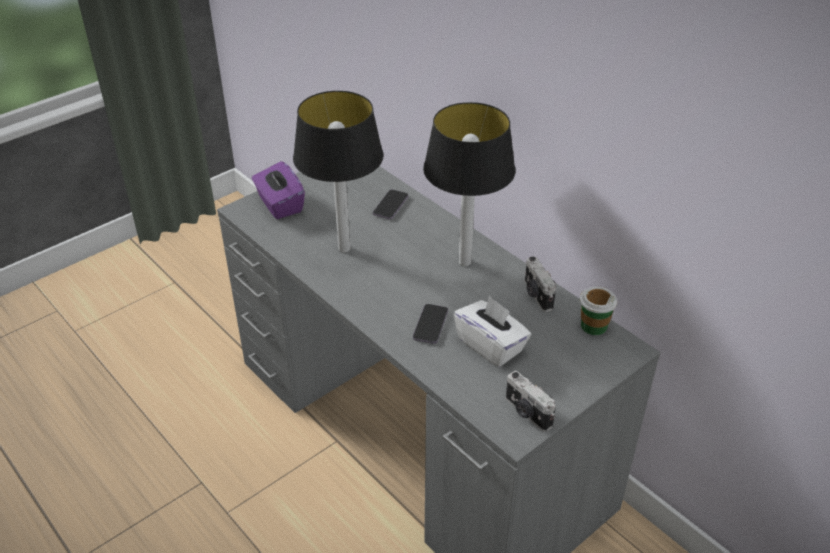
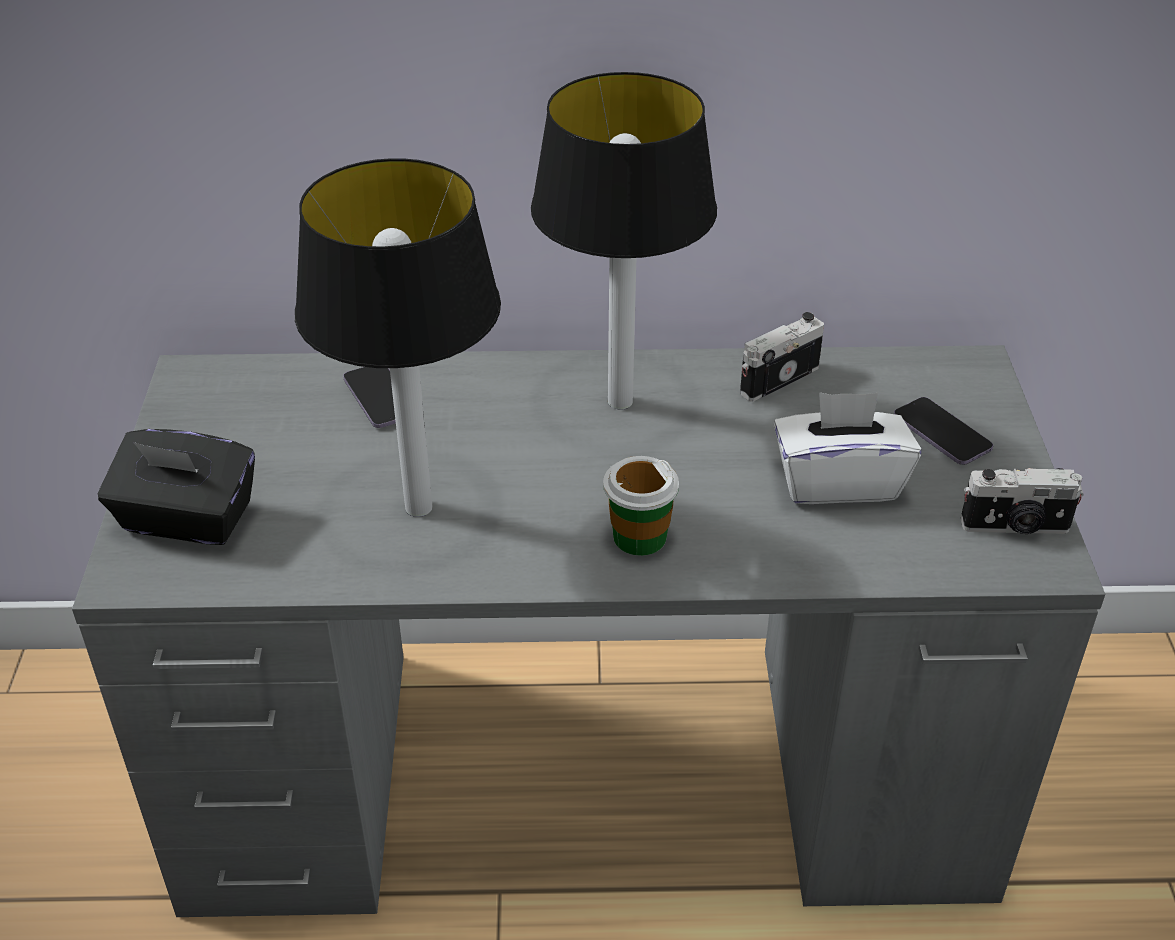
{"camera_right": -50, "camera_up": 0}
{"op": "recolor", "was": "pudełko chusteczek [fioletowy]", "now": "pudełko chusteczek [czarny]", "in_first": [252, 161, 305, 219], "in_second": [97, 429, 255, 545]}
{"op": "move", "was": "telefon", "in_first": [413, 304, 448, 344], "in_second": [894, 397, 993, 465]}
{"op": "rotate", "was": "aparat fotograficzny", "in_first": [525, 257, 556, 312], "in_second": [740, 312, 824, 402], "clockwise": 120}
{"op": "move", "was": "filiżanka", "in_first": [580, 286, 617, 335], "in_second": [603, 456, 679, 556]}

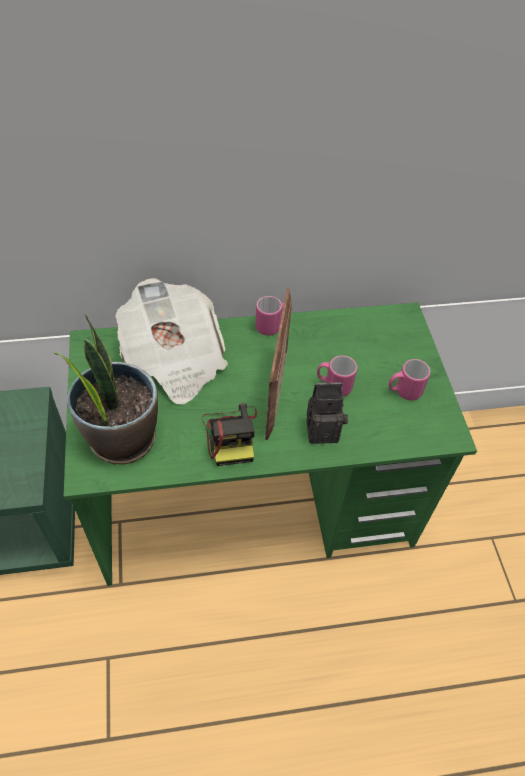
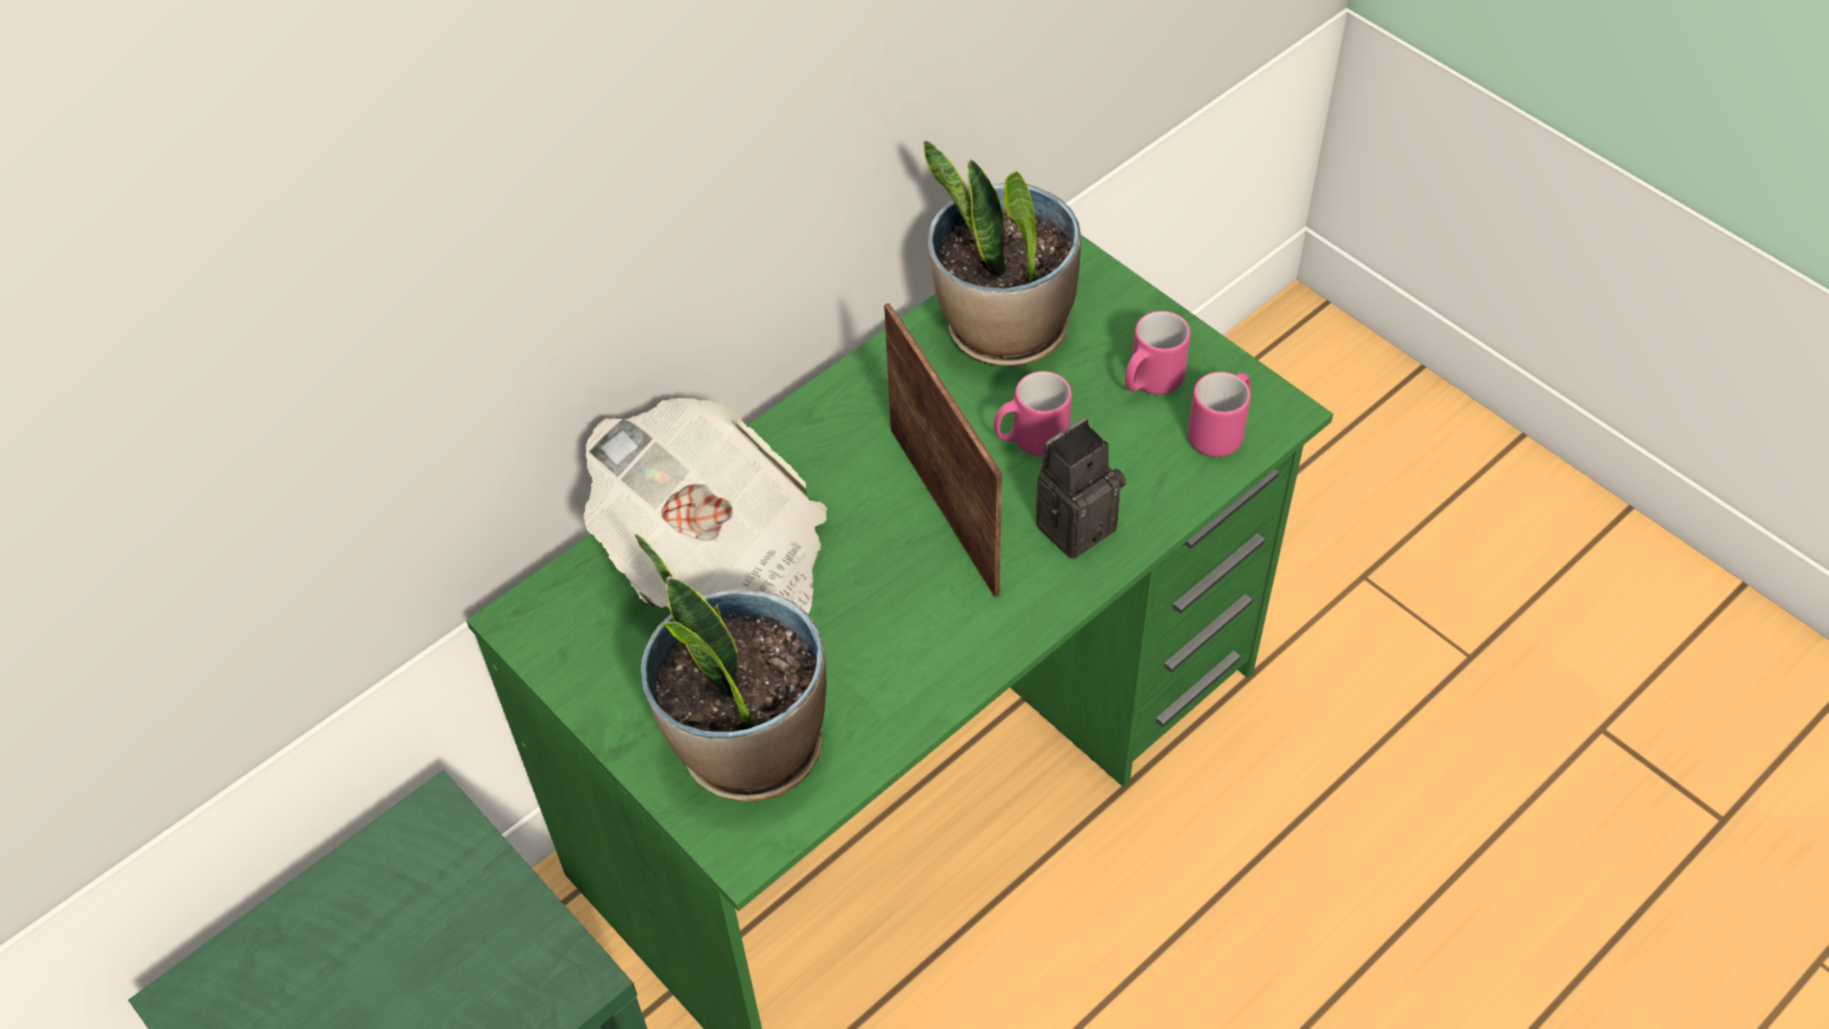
{"camera_right": -30, "camera_up": 0}
{"op": "delete", "was": "aparat fotograficzny", "in_first": [202, 403, 257, 466]}
{"op": "move", "was": "kubek [różowy]", "in_first": [255, 296, 284, 336], "in_second": [1188, 372, 1251, 457]}
{"op": "insert", "now": "roślina doniczkowa", "in_second": [923, 140, 1081, 367]}

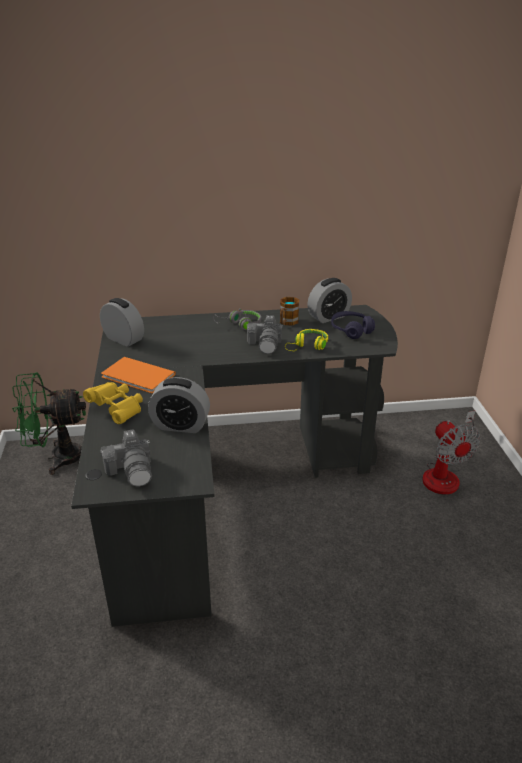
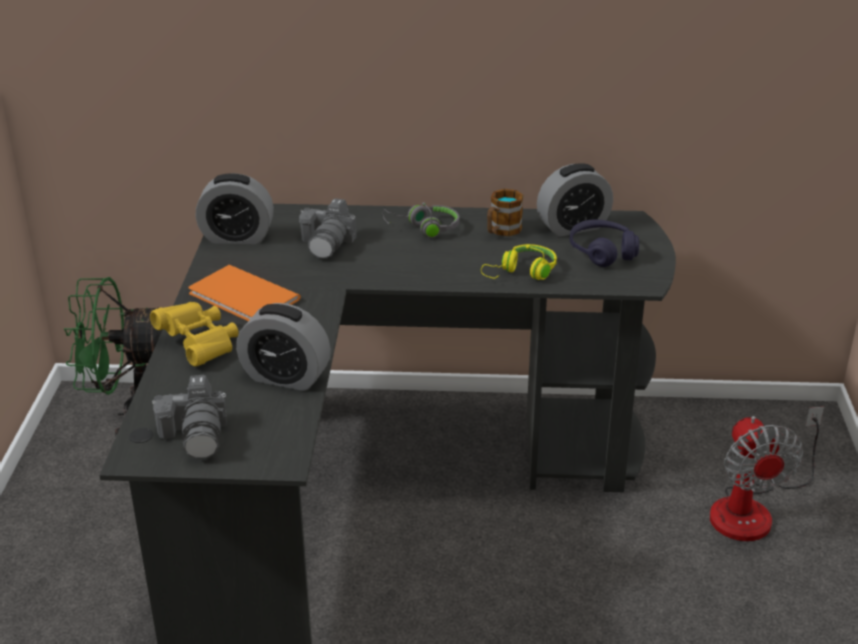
{"camera_right": 10, "camera_up": 0}
{"op": "rotate", "was": "budzik", "in_first": [100, 298, 144, 347], "in_second": [196, 173, 274, 244], "clockwise": 135}
{"op": "move", "was": "aparat fotograficzny", "in_first": [247, 315, 283, 354], "in_second": [299, 198, 357, 258]}

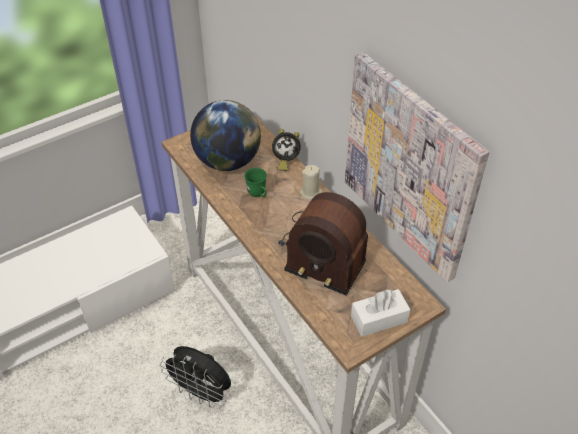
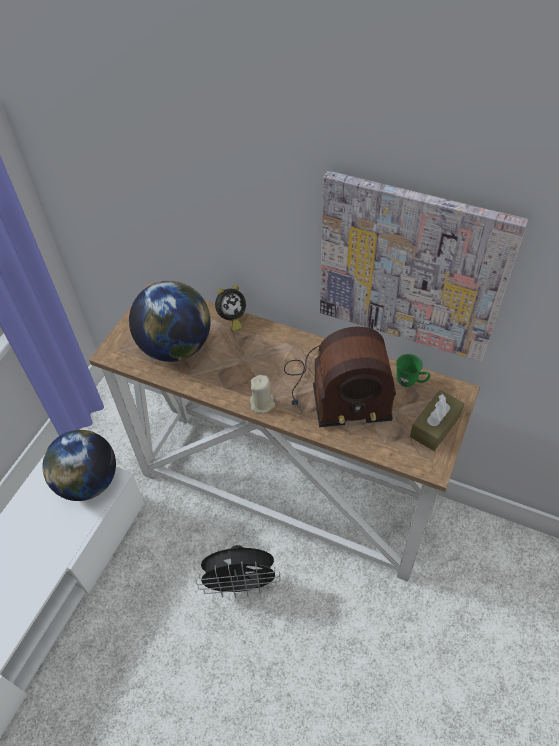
{"camera_right": -30, "camera_up": 5}
{"op": "move", "was": "kubek [zielony]", "in_first": [244, 167, 267, 197], "in_second": [396, 354, 431, 387]}
{"op": "move", "was": "świeca [beżowy]", "in_first": [300, 165, 322, 200], "in_second": [250, 375, 275, 413]}
{"op": "recolor", "was": "pudełko chusteczek [biały]", "now": "pudełko chusteczek [brązowy]", "in_first": [351, 289, 411, 337], "in_second": [410, 390, 464, 451]}
{"op": "insert", "now": "globus", "in_second": [42, 430, 116, 501]}

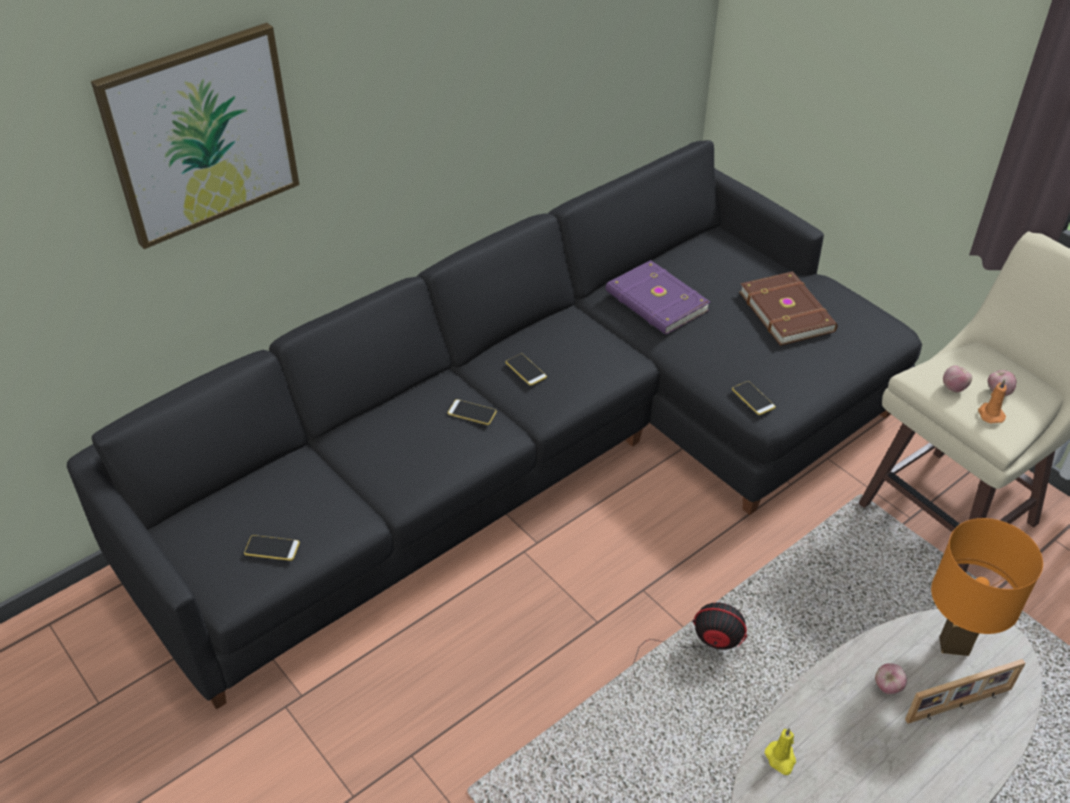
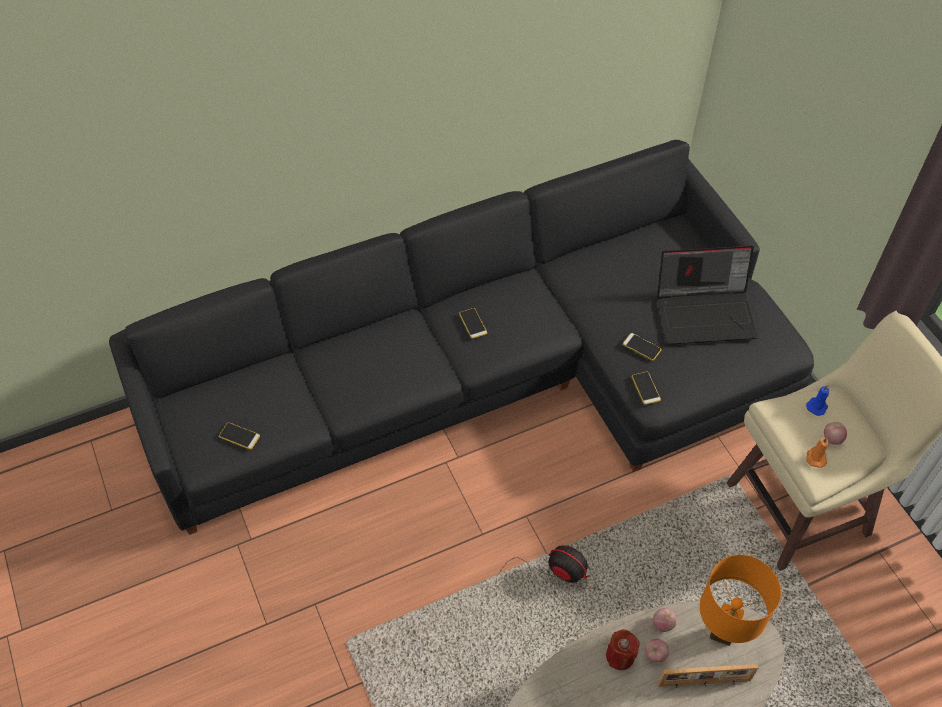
{"camera_right": 15, "camera_up": 10}
{"op": "delete", "was": "obraz", "in_first": [91, 23, 300, 249]}
{"op": "move", "was": "telefon", "in_first": [448, 399, 497, 425], "in_second": [623, 333, 661, 361]}
{"op": "delete", "was": "książka [fioletowy]", "in_first": [606, 260, 710, 335]}
{"op": "replace", "was": "książka [brązowy]", "now": "laptop", "in_first": [739, 271, 838, 346], "in_second": [657, 245, 758, 345]}
{"op": "delete", "was": "świeca [żółty]", "in_first": [765, 728, 796, 775]}
{"op": "move", "was": "jabłko", "in_first": [943, 365, 972, 392], "in_second": [653, 608, 677, 632]}
{"op": "insert", "now": "świeca [czerwony]", "in_second": [606, 629, 640, 670]}
{"op": "insert", "now": "świeca [niebieski]", "in_second": [806, 385, 829, 416]}

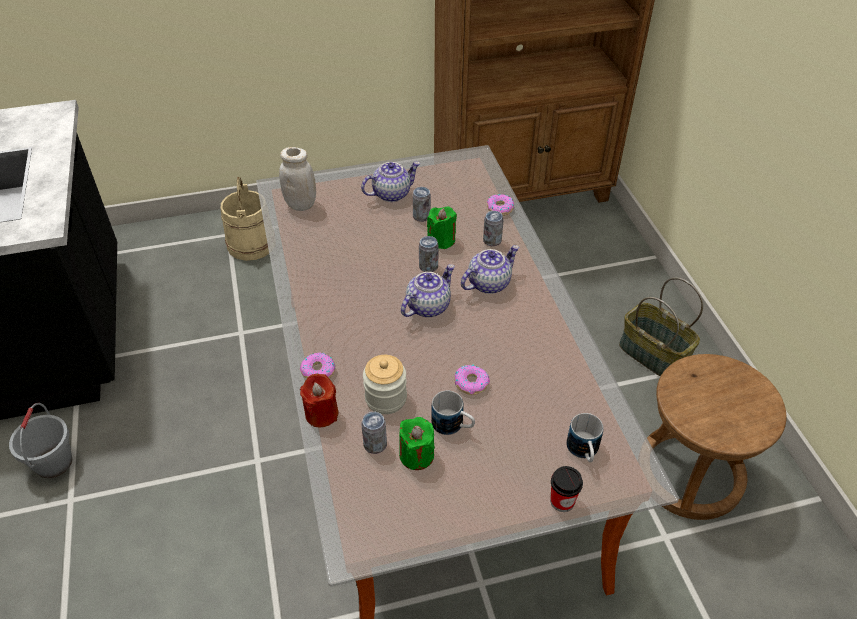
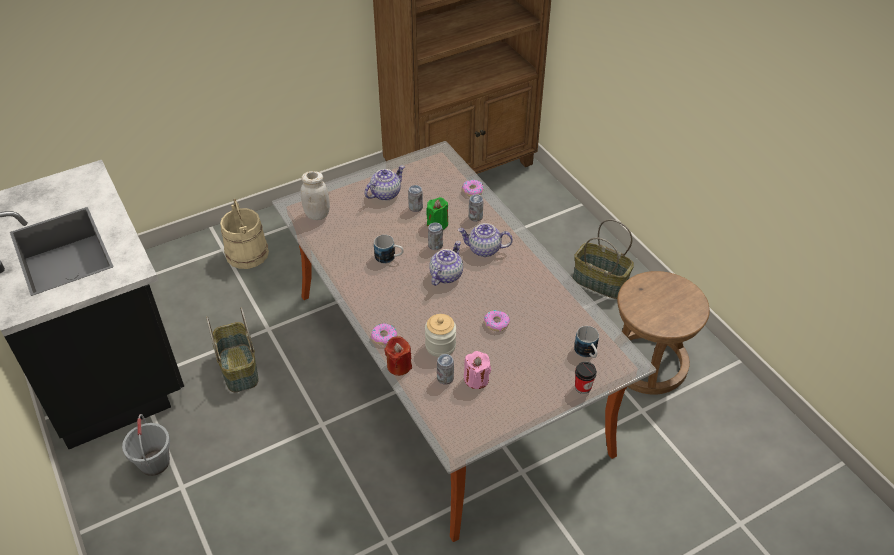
{"camera_right": -15, "camera_up": 0}
{"op": "recolor", "was": "świeca [zielony]", "now": "świeca [różowy]", "in_first": [399, 417, 435, 470], "in_second": [464, 351, 491, 389]}
{"op": "move", "was": "kubek", "in_first": [431, 391, 475, 435], "in_second": [374, 235, 403, 264]}
{"op": "rotate", "was": "imbryk", "in_first": [461, 245, 519, 294], "in_second": [458, 223, 513, 257], "clockwise": -120}
{"op": "insert", "now": "koszyk", "in_second": [206, 307, 259, 393]}

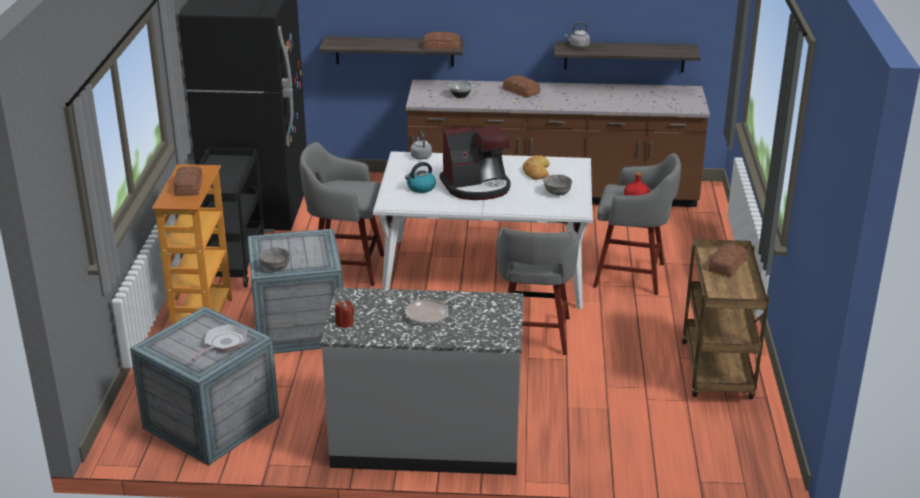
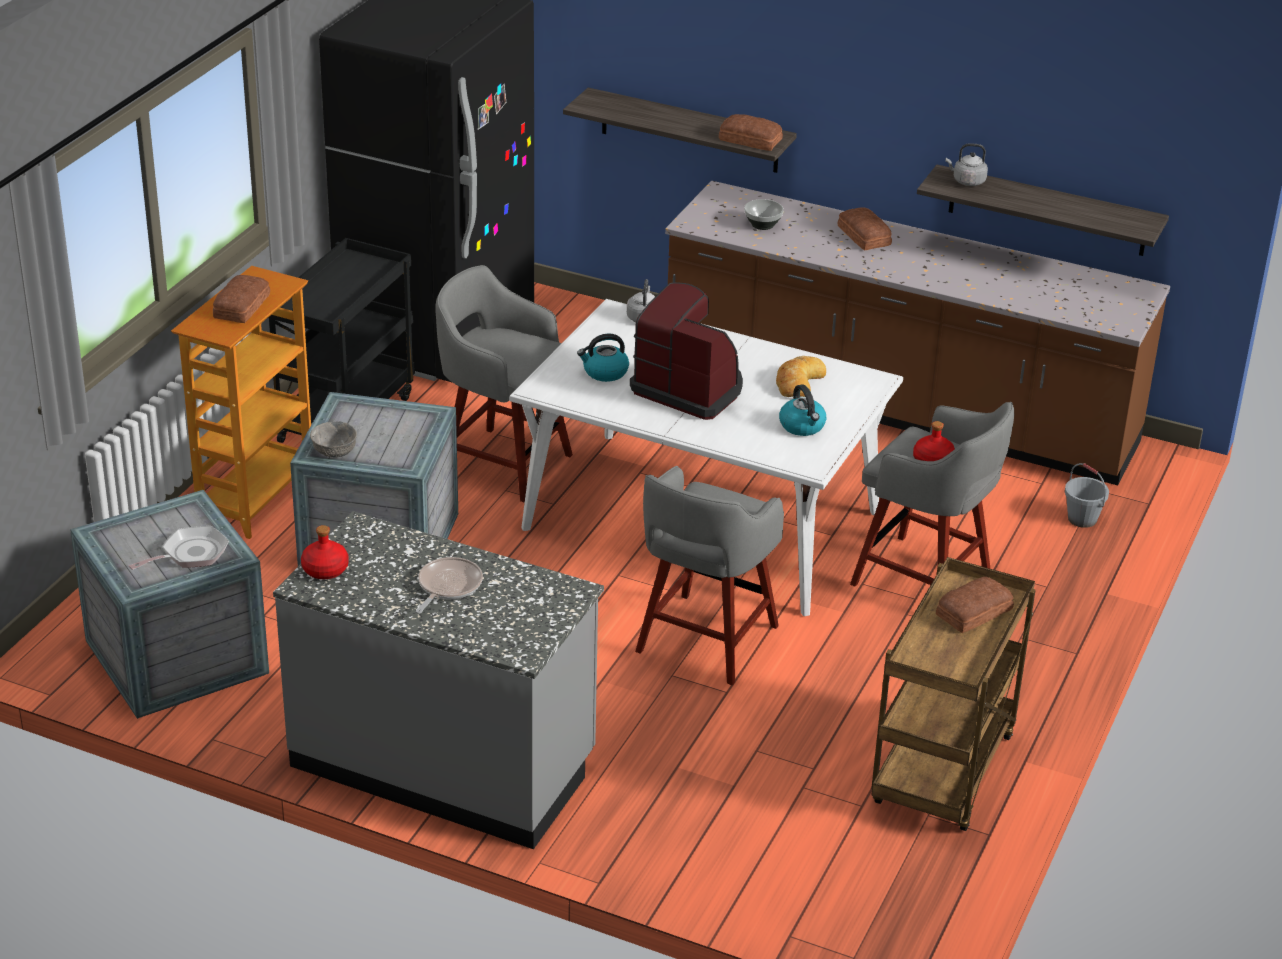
{"camera_right": 20, "camera_up": 5}
{"op": "replace", "was": "świeca [czerwony]", "now": "butelka [czerwony]", "in_first": [335, 301, 354, 328], "in_second": [301, 525, 349, 579]}
{"op": "rotate", "was": "patelnia", "in_first": [405, 294, 462, 325], "in_second": [416, 557, 483, 613], "clockwise": 135}
{"op": "rotate", "was": "ekspres do kawy", "in_first": [439, 125, 510, 200], "in_second": [630, 282, 743, 420], "clockwise": -150}
{"op": "replace", "was": "miska [szary]", "now": "czajnik", "in_first": [543, 175, 572, 195], "in_second": [779, 384, 826, 436]}
{"op": "insert", "now": "wiadro [szary]", "in_second": [1065, 463, 1109, 528]}

